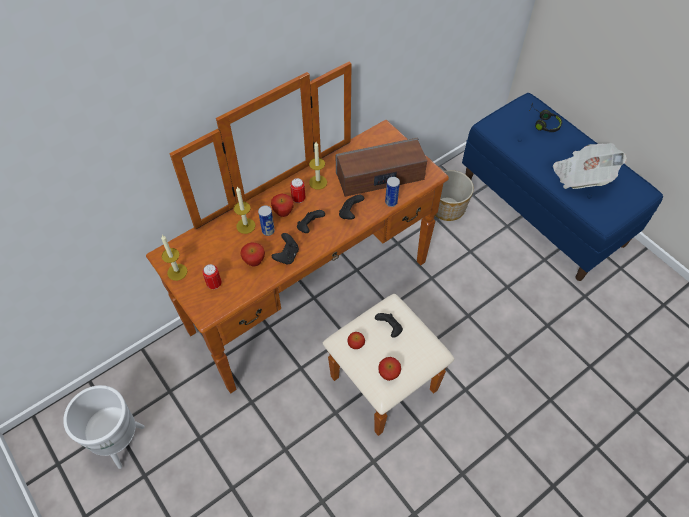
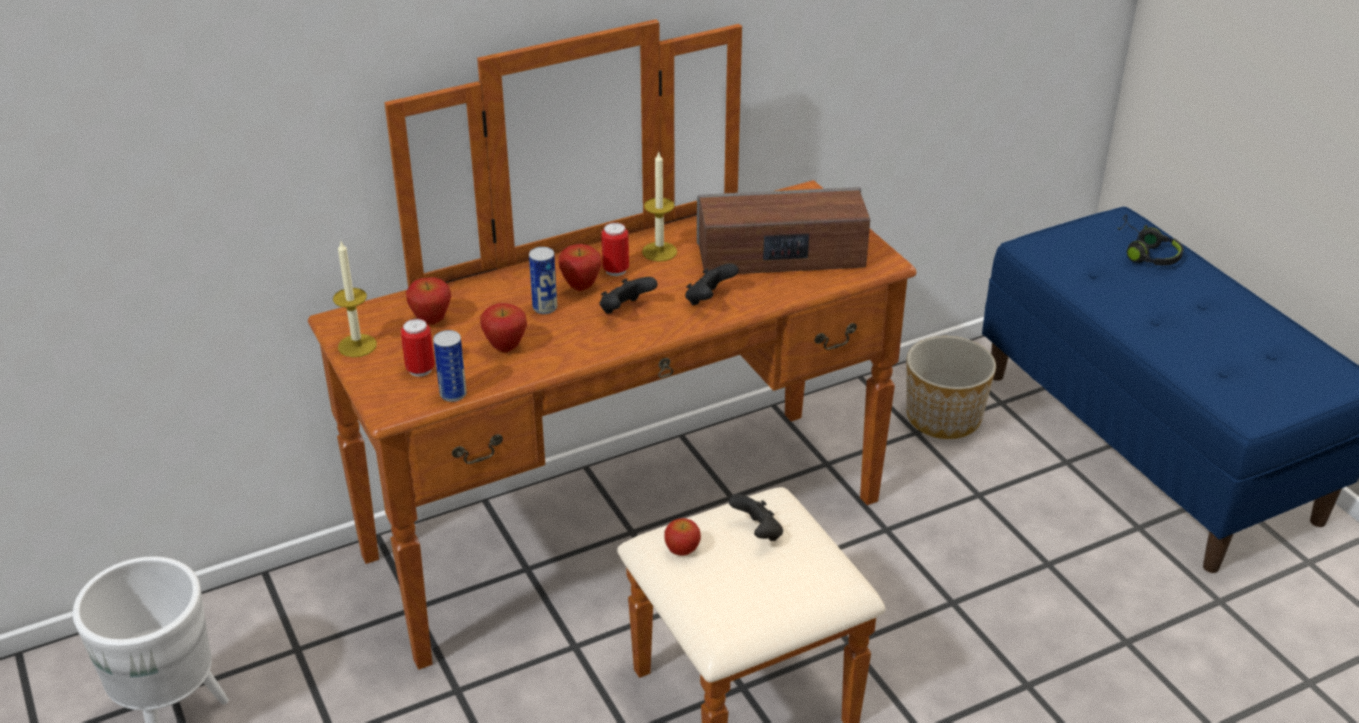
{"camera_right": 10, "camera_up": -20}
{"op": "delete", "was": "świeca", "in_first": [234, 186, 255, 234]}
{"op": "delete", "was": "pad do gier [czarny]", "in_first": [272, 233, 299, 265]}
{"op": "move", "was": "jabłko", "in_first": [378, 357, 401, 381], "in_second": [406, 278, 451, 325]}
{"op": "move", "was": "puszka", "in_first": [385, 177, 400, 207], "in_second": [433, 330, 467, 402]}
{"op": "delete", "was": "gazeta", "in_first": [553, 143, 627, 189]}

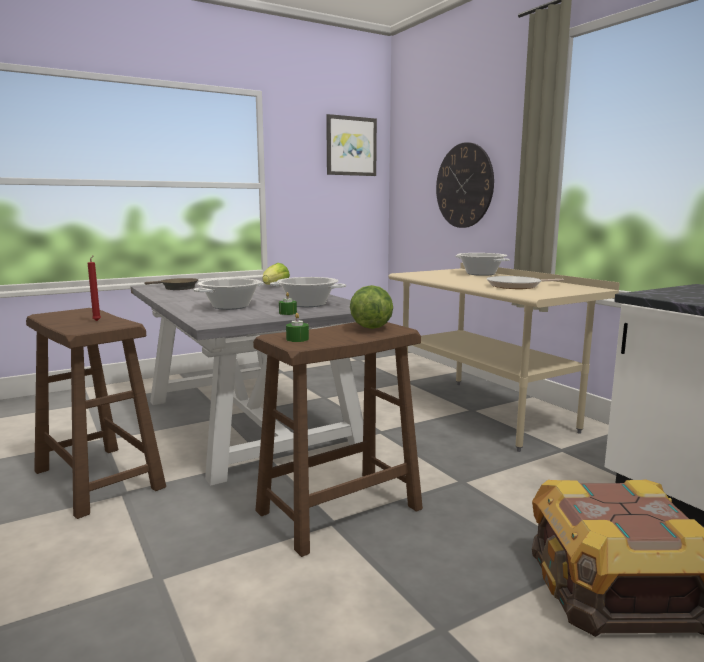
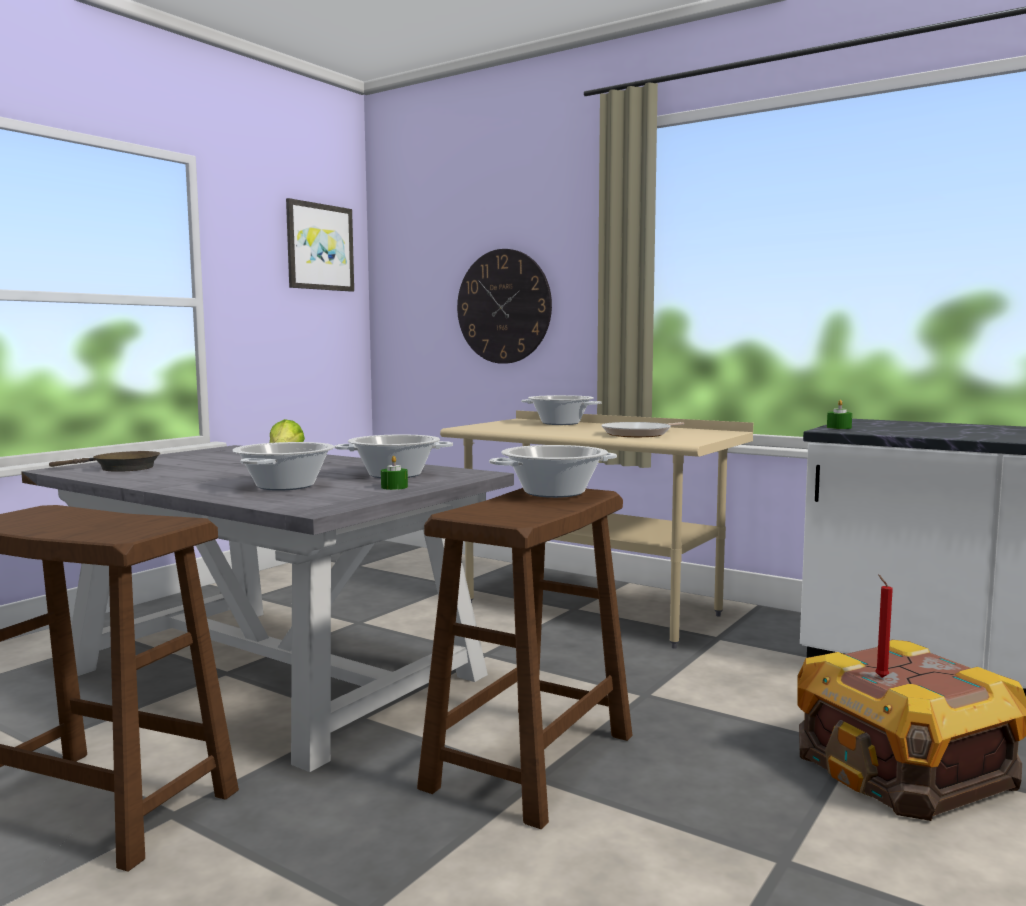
{"camera_right": -25, "camera_up": -5}
{"op": "move", "was": "świeca [czerwony]", "in_first": [88, 255, 101, 321], "in_second": [875, 574, 893, 678]}
{"op": "move", "was": "świeca [zielony]", "in_first": [286, 313, 309, 342], "in_second": [827, 400, 852, 429]}
{"op": "replace", "was": "sałata", "now": "garnek", "in_first": [350, 285, 393, 329], "in_second": [489, 445, 617, 498]}

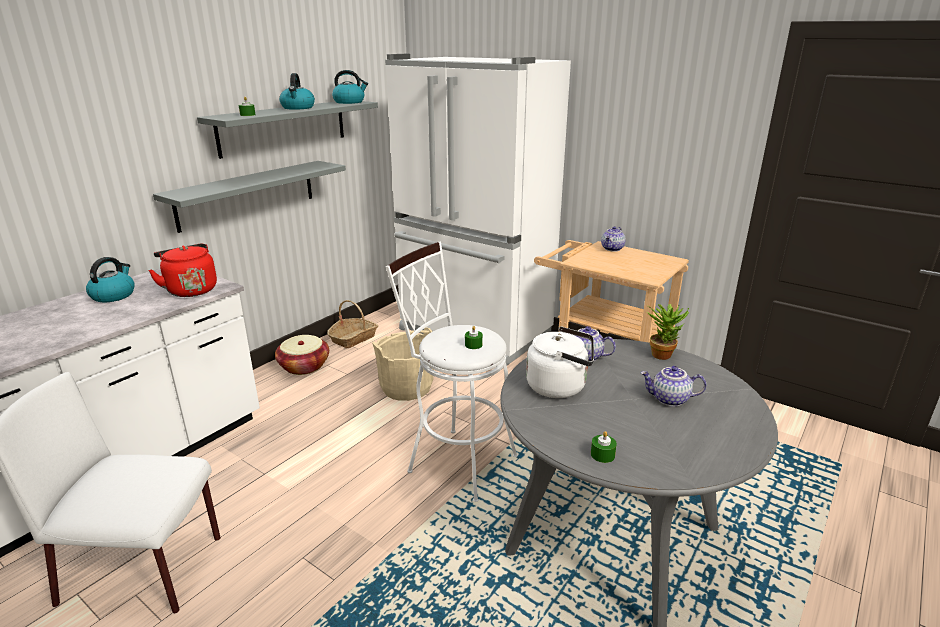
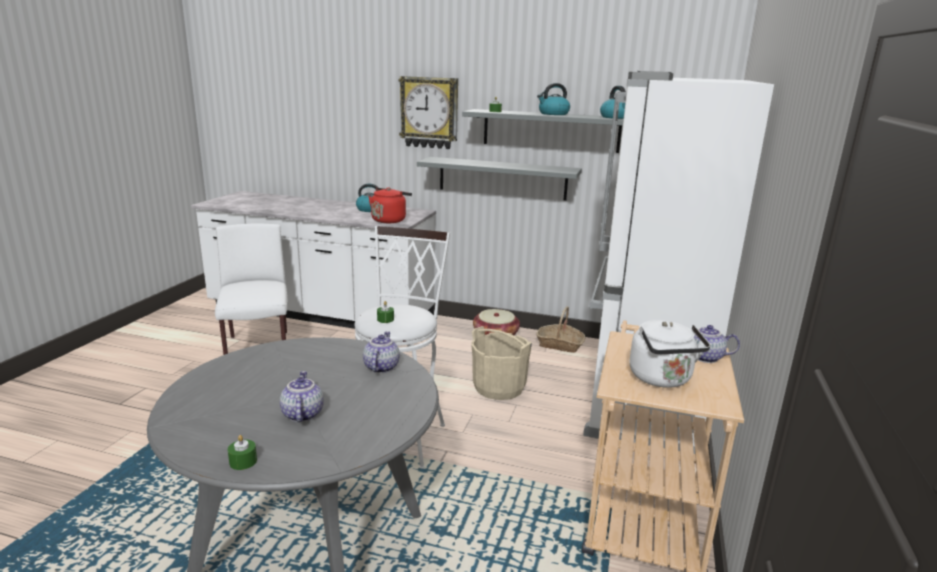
{"camera_right": 70, "camera_up": -5}
{"op": "move", "was": "czajnik [biały]", "in_first": [526, 327, 594, 398], "in_second": [629, 320, 710, 388]}
{"op": "move", "was": "świeca [zielony]", "in_first": [591, 431, 617, 463], "in_second": [228, 435, 257, 470]}
{"op": "delete", "was": "roślina doniczkowa", "in_first": [647, 304, 689, 360]}
{"op": "insert", "now": "zegar ścienny", "in_second": [399, 76, 458, 149]}

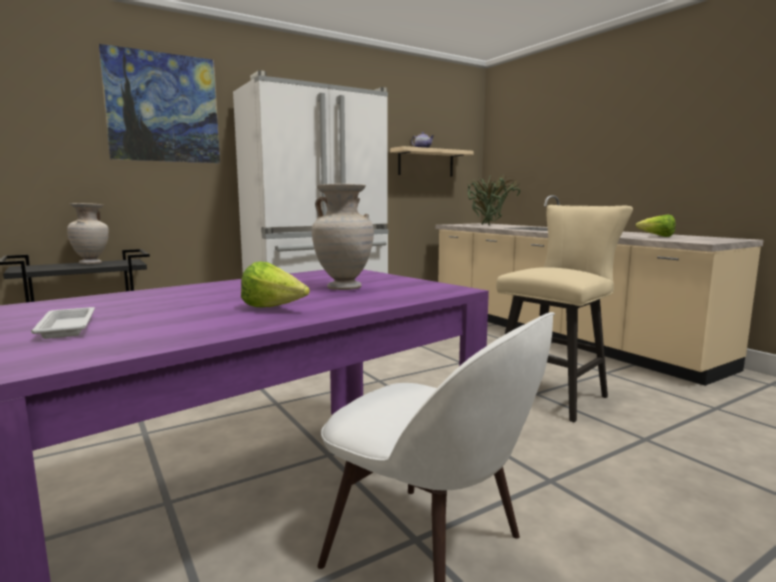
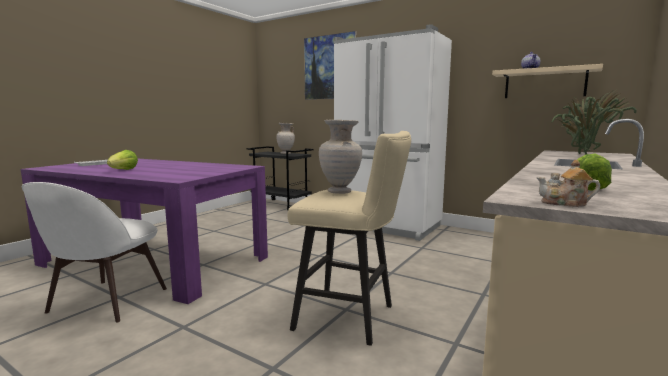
{"camera_right": 65, "camera_up": 0}
{"op": "move", "was": "wazon [beżowy]", "in_first": [312, 184, 374, 290], "in_second": [319, 120, 362, 194]}
{"op": "insert", "now": "imbryk", "in_second": [536, 160, 600, 207]}

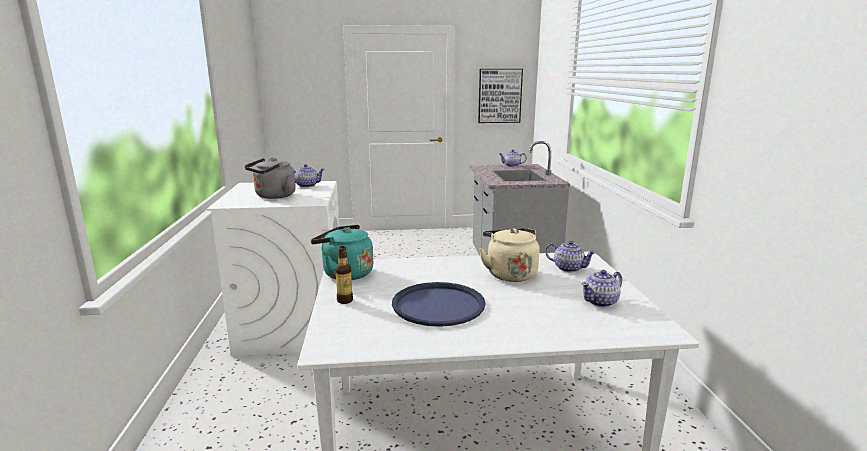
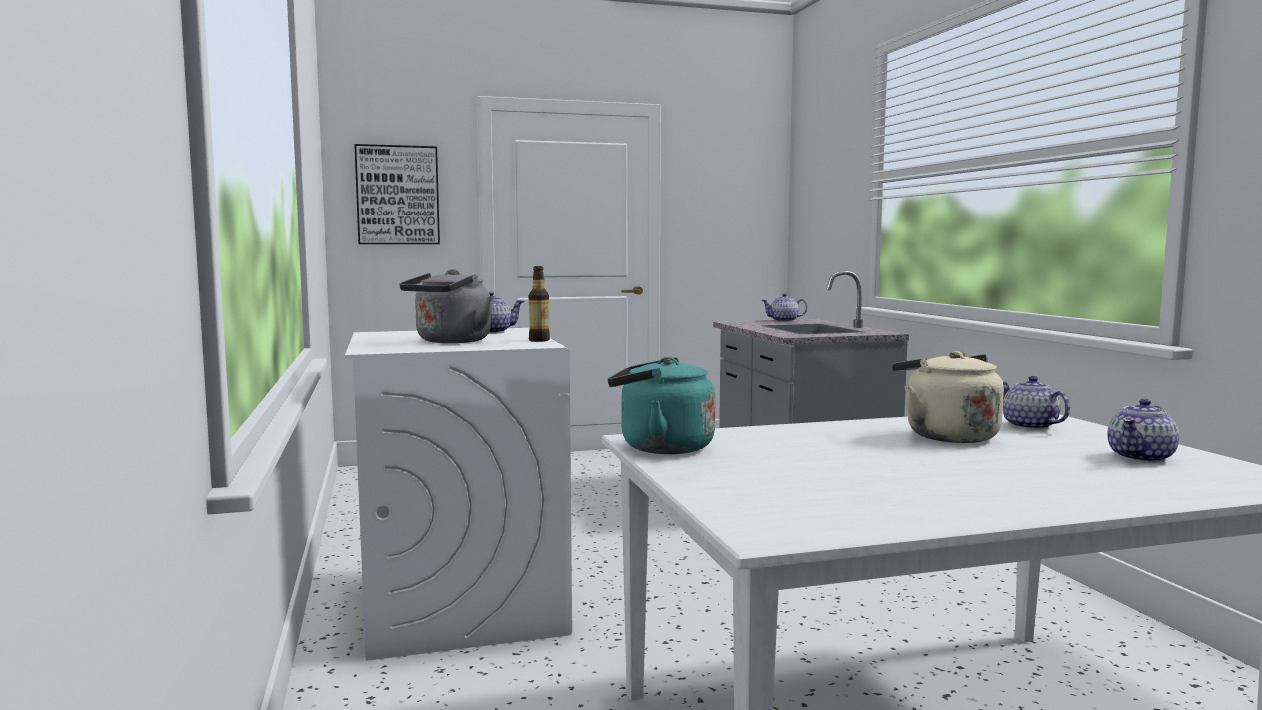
{"camera_right": -10, "camera_up": -10}
{"op": "move", "was": "butelka", "in_first": [335, 246, 353, 304], "in_second": [529, 266, 550, 342]}
{"op": "delete", "was": "taca [niebieski]", "in_first": [392, 282, 486, 327]}
{"op": "move", "was": "obraz", "in_first": [478, 69, 523, 123], "in_second": [354, 144, 440, 244]}
{"op": "rotate", "was": "imbryk", "in_first": [545, 241, 596, 273], "in_second": [1003, 376, 1070, 430], "clockwise": -135}

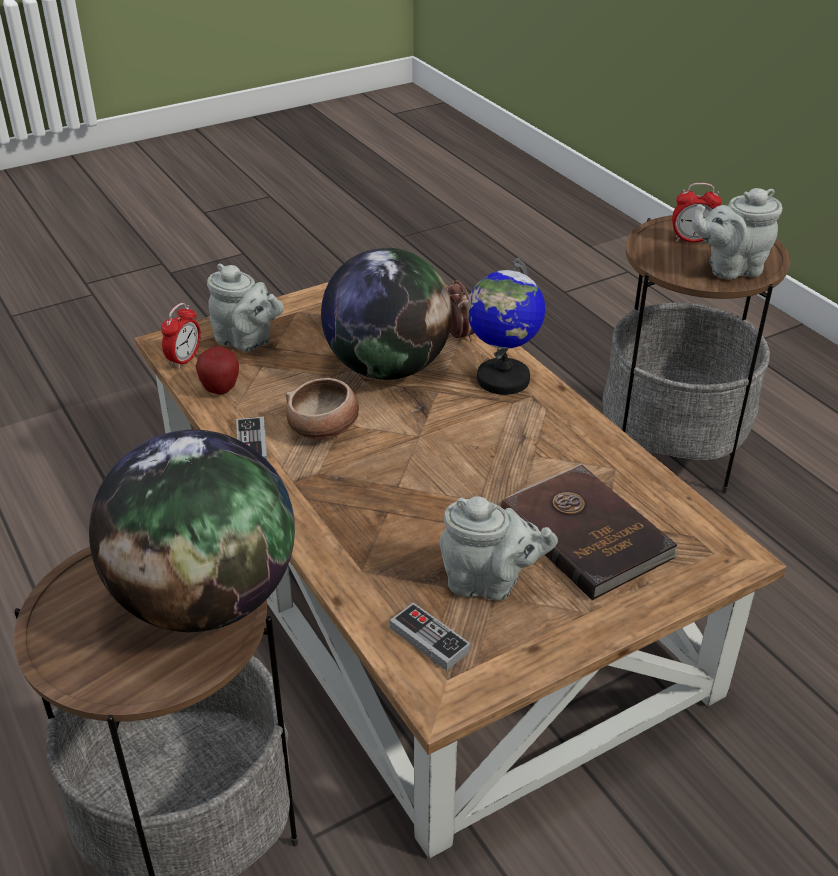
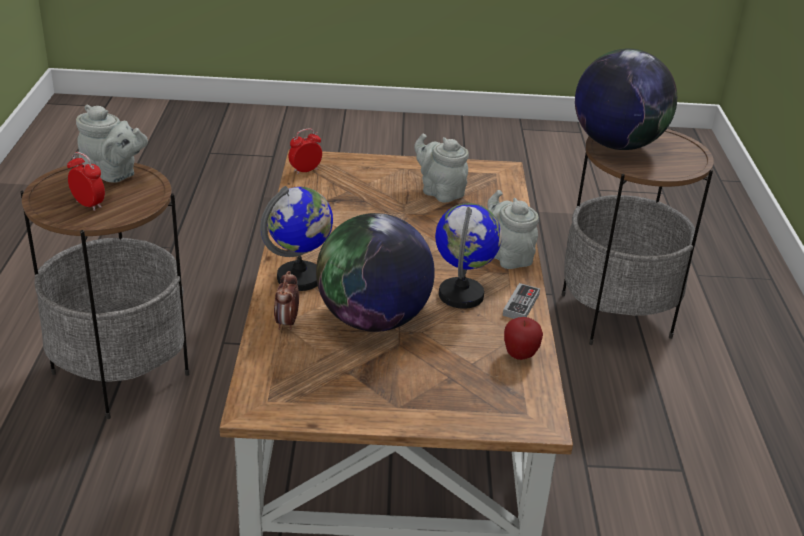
{"camera_right": -150, "camera_up": -5}
{"op": "move", "was": "budzik", "in_first": [161, 303, 201, 369], "in_second": [289, 128, 322, 174]}
{"op": "move", "was": "imbryk [szary]", "in_first": [207, 263, 284, 351], "in_second": [487, 190, 539, 269]}
{"op": "replace", "was": "miska", "now": "globus", "in_first": [286, 378, 359, 440], "in_second": [435, 203, 502, 309]}
{"op": "delete", "was": "pad do gier", "in_first": [390, 602, 471, 670]}
{"op": "delete", "was": "książka [brązowy]", "in_first": [501, 464, 678, 600]}

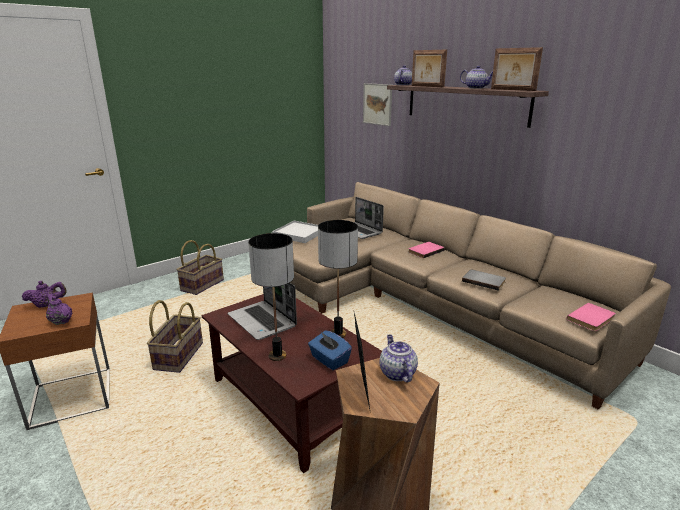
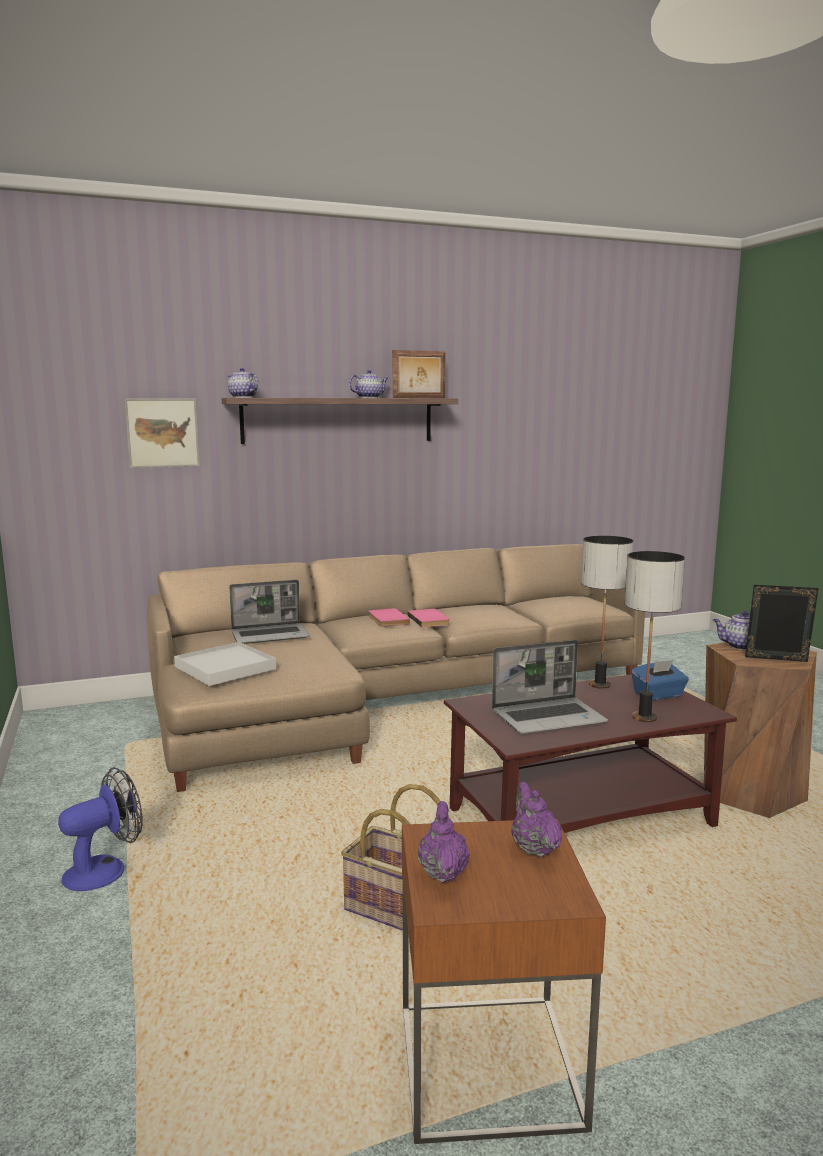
{"camera_right": -70, "camera_up": -10}
{"op": "rotate", "was": "imbryk [fioletowy]", "in_first": [46, 294, 72, 325], "in_second": [511, 782, 562, 857], "clockwise": 105}
{"op": "replace", "was": "koszyk", "now": "wentylator", "in_first": [176, 240, 224, 295], "in_second": [58, 767, 143, 891]}
{"op": "delete", "was": "ramka na zdjęcie", "in_first": [412, 49, 447, 87]}
{"op": "delete", "was": "książka [szary]", "in_first": [462, 269, 506, 291]}
{"op": "move", "was": "książka [różowy]", "in_first": [566, 303, 616, 331], "in_second": [407, 609, 450, 627]}

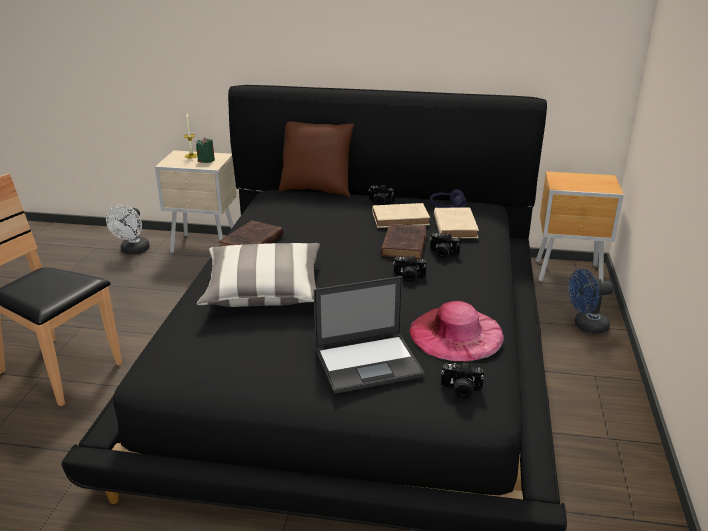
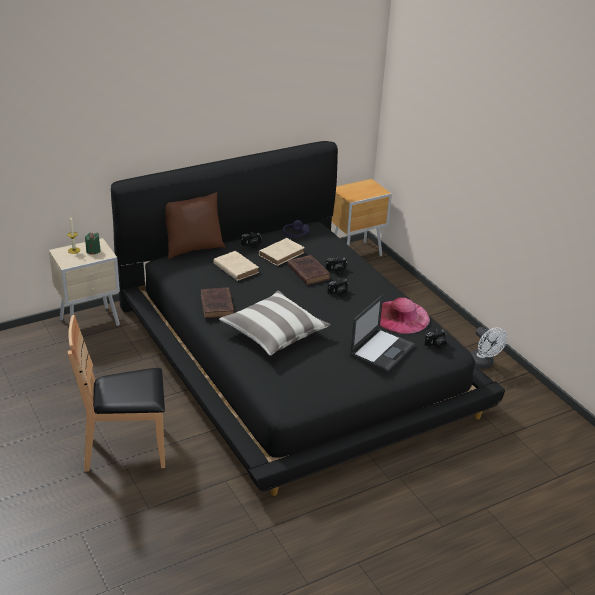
{"camera_right": -40, "camera_up": 5}
{"op": "move", "was": "wentylator [biały]", "in_first": [106, 205, 150, 254], "in_second": [470, 327, 507, 369]}
{"op": "move", "was": "książka [beżowy]", "in_first": [434, 208, 479, 238], "in_second": [214, 251, 259, 281]}
{"op": "delete", "was": "wentylator [niebieski]", "in_first": [568, 269, 614, 334]}

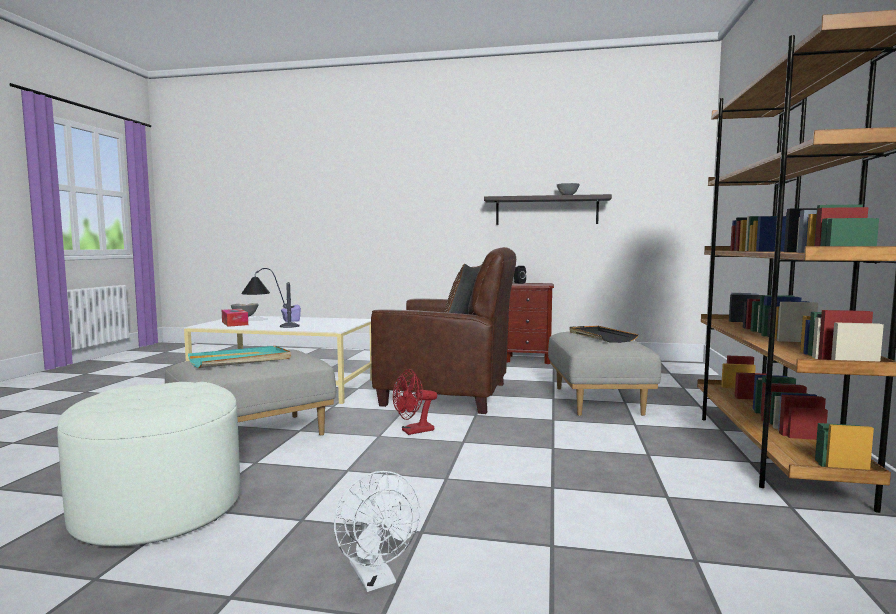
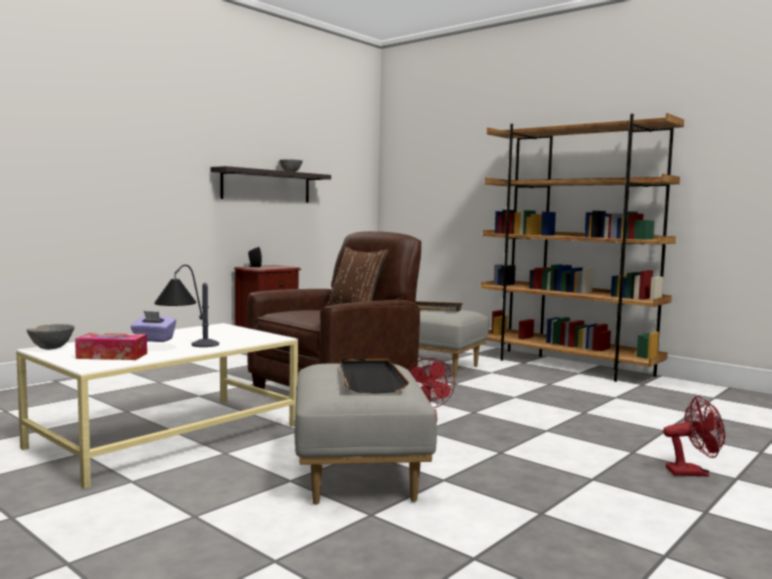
{"camera_right": -60, "camera_up": 0}
{"op": "delete", "was": "pufa [biały]", "in_first": [57, 382, 240, 547]}
{"op": "recolor", "was": "taca [turkusowy]", "now": "taca [czarny]", "in_first": [188, 346, 291, 368], "in_second": [341, 359, 409, 394]}
{"op": "recolor", "was": "wentylator [biały]", "now": "wentylator [czerwony]", "in_first": [334, 471, 420, 592], "in_second": [663, 396, 725, 477]}

